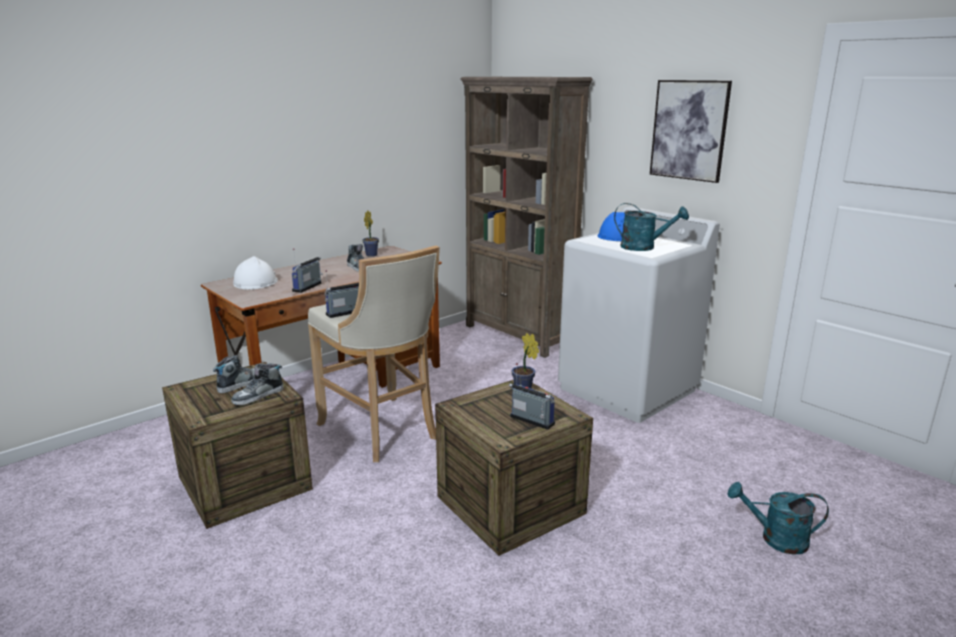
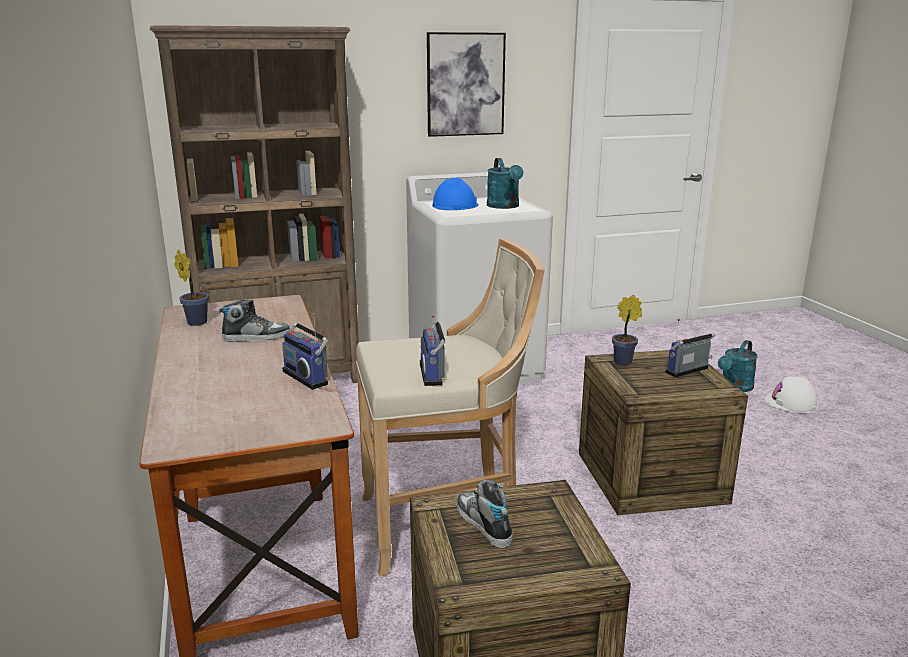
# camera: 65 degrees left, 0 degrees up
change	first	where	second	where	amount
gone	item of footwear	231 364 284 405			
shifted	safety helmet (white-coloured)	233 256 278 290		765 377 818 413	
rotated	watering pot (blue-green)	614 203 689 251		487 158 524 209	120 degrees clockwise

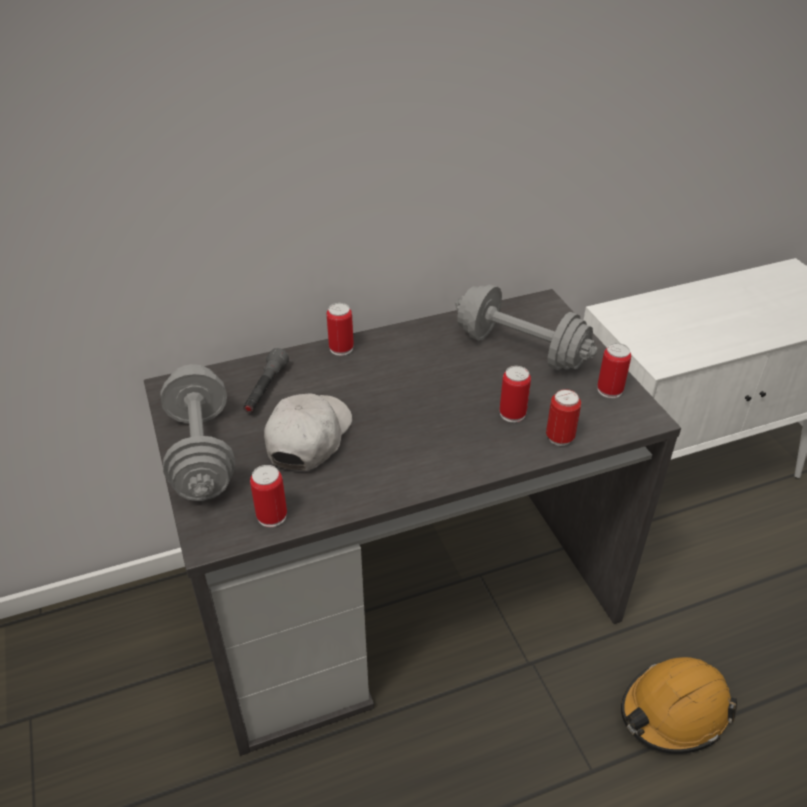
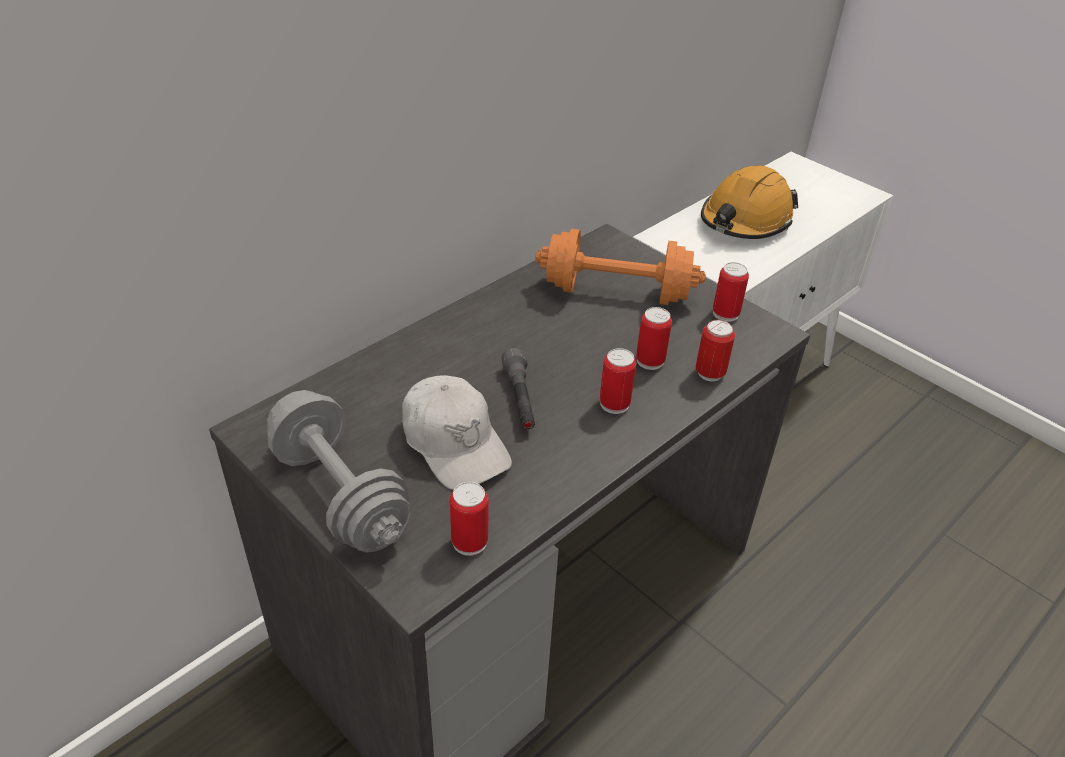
# camera: 25 degrees left, 0 degrees up
change	first	where	second	where	amount
shifted	flashlight (grey)	243 348 289 413		502 348 535 430	
rotated	baseball cap (white-coloured)	264 393 352 470		402 375 512 490	150 degrees clockwise
shifted	metal can	327 303 354 356		600 348 636 414	
repainted	dumbbell (grey)	455 285 597 370	dumbbell (orange-coloured)	535 229 706 305	
shifted	safety helmet (orange-coloured)	621 657 737 754		701 166 798 239	

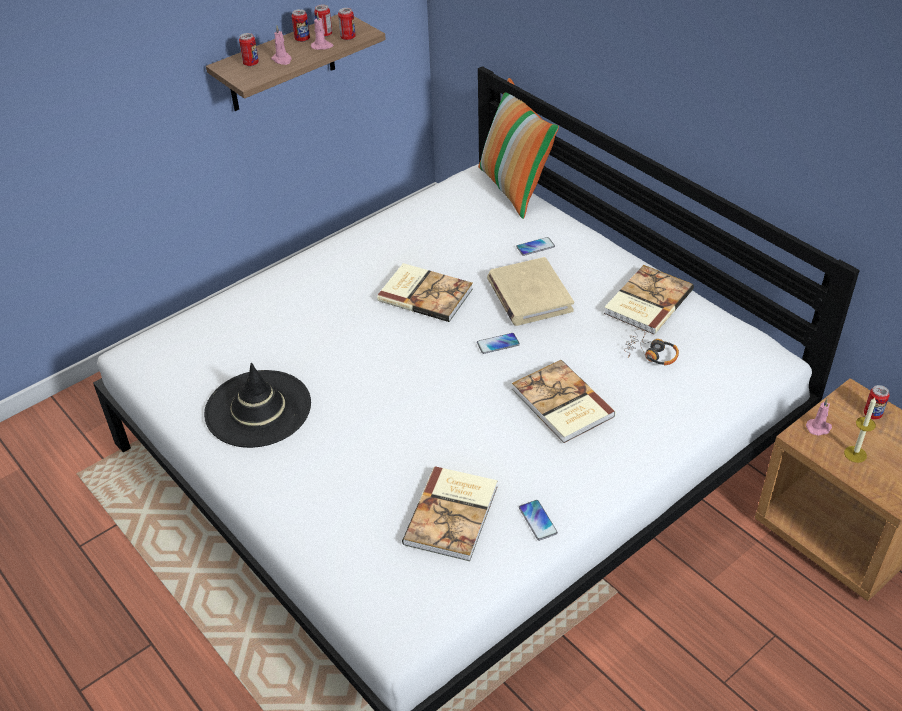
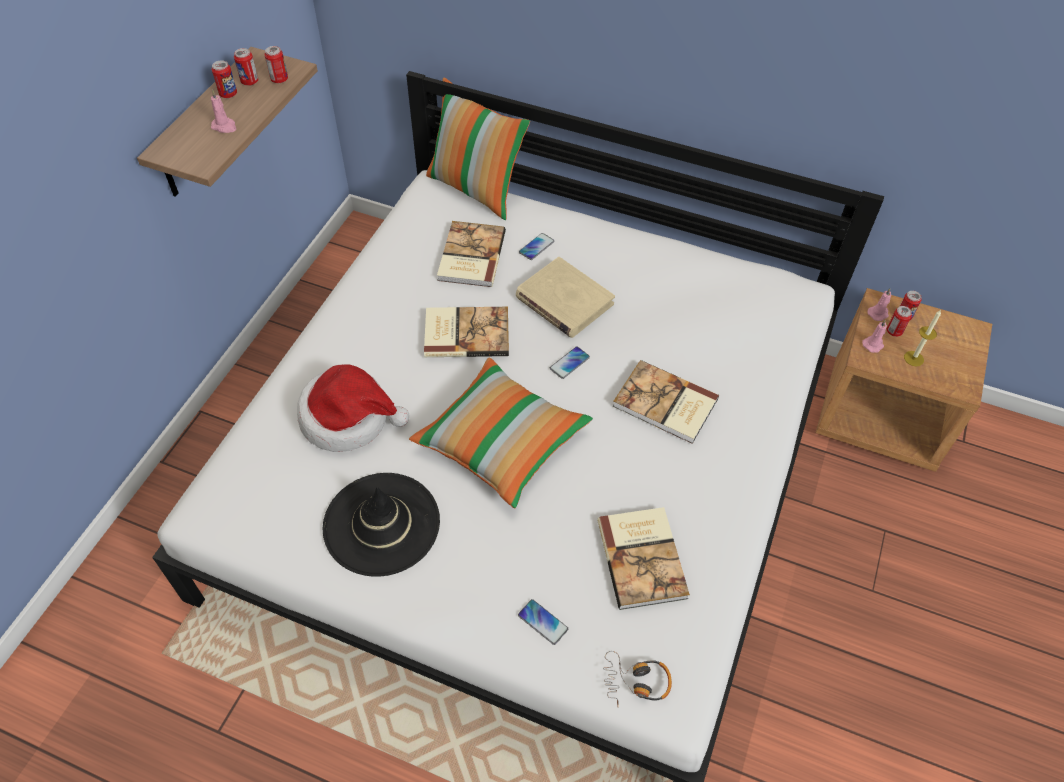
# camera: 30 degrees left, 10 degrees up
change	first	where	second	where	amount
shifted	metal can	239 33 259 66		887 306 912 337	
shifted	candle (pink)	311 12 334 50		868 289 891 321	
shifted	telephone	519 500 558 541		518 599 568 645	
shifted	volume	604 265 694 335		437 221 506 287	
shifted	headset	624 329 679 365		603 651 672 707	
new			clothing hat	297 365 409 452	
new			throw pillow	409 357 593 508	

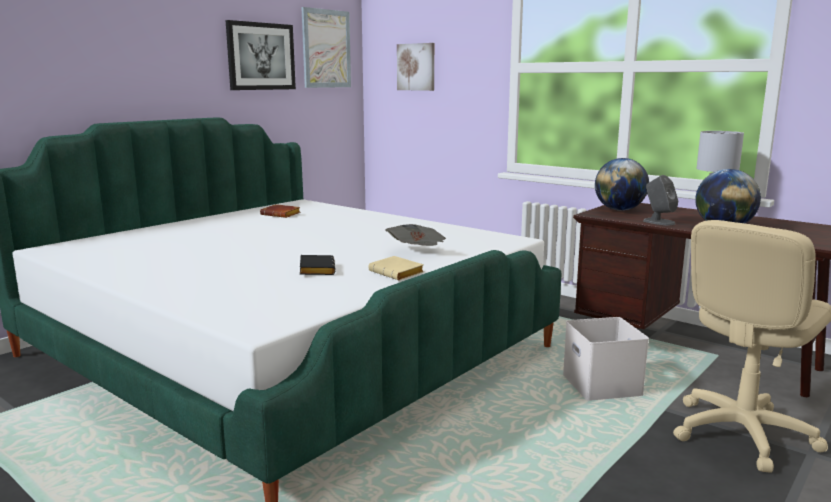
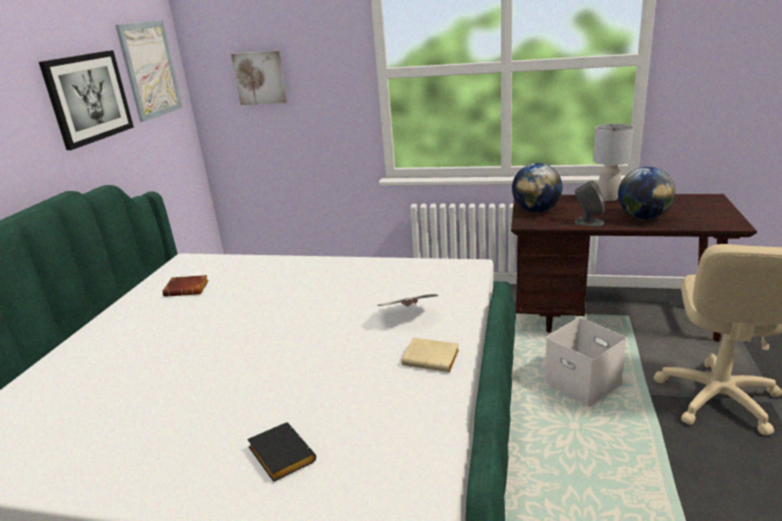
# camera: 25 degrees left, 10 degrees up
change	first	where	second	where	amount
shifted	volume (black-coloured)	300 255 335 275		247 422 316 482	

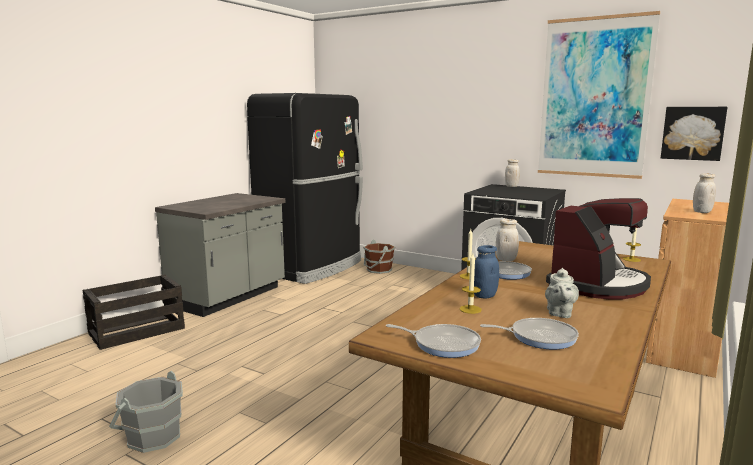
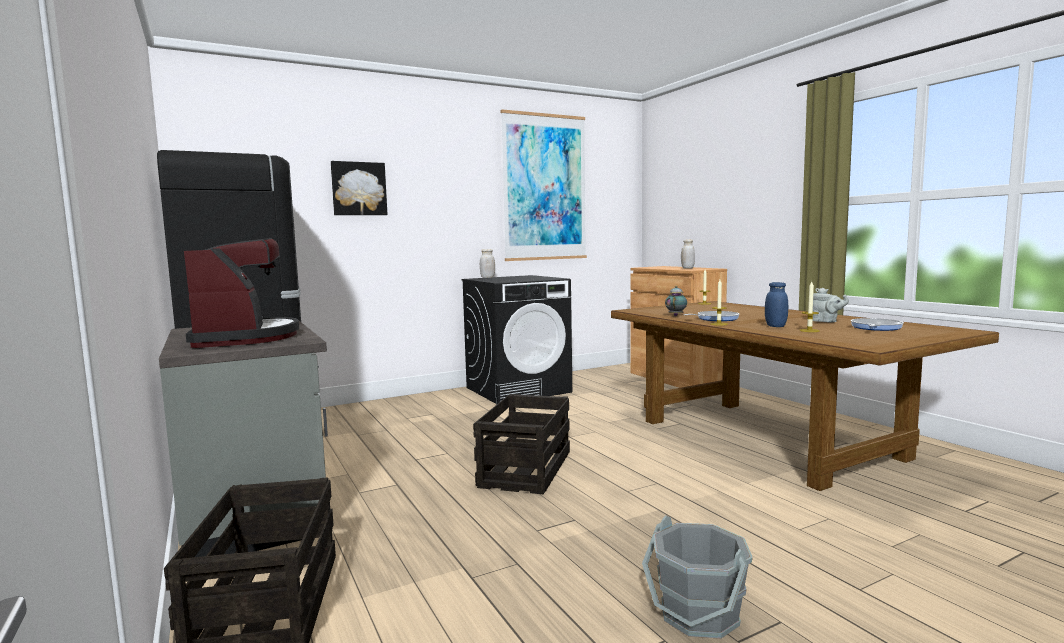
# camera: 60 degrees left, 5 degrees down
change	first	where	second	where	amount
gone	pail (brown)	364 239 395 274			
gone	skillet	386 324 481 358			
swapped	preserve jar (white-coloured)	496 219 519 261	tea pot	665 286 687 316	
shifted	coffee brewer	546 198 651 300		184 238 299 348	
shifted	wall picture	661 107 728 161		331 161 387 215	
new			packing crate	473 394 570 494	

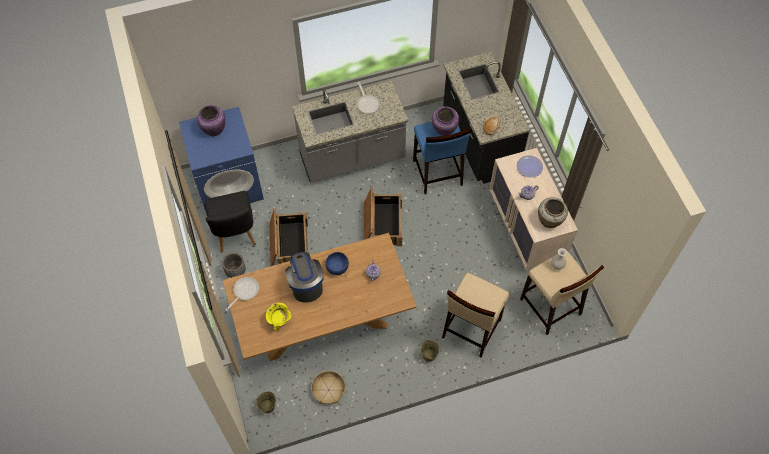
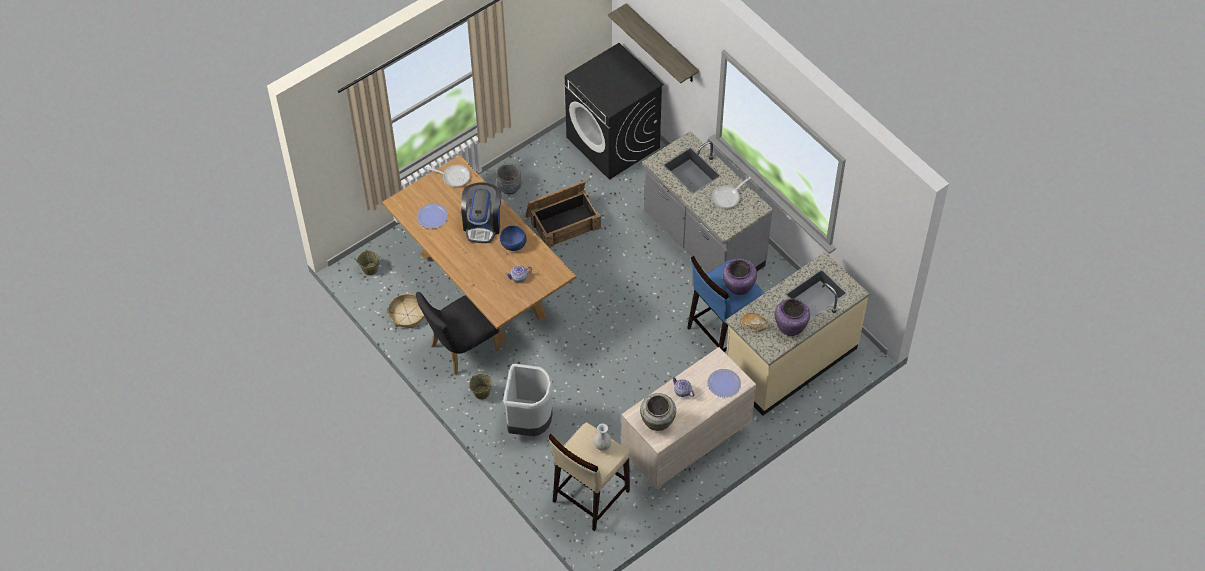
# camera: 70 degrees right, 5 degrees down
change	first	where	second	where	amount
repainted	laundry appliance (bluish)	179 107 264 214	laundry appliance (black-coloured)	565 43 664 180	
shifted	flower vase (purplish)	197 105 225 136		775 298 810 336	
shifted	plain chair (black-coloured)	205 191 256 253		416 292 500 374	
swapped	stockpot (yellow-coloured)	266 303 291 332	dinner plate	417 203 448 229	
rotated	coffee brewer	285 252 323 303		461 183 502 243	135 degrees clockwise
gone	packing crate	363 187 402 246			
swapped	stool seat (beige-coloured)	442 272 509 357	rubbish bin (grey)	503 364 553 436	
repainted	kitchen base unit (black-coloured)	443 52 530 184	kitchen base unit (beige-coloured)	725 252 869 416	
new			wall shelf	608 4 699 84	

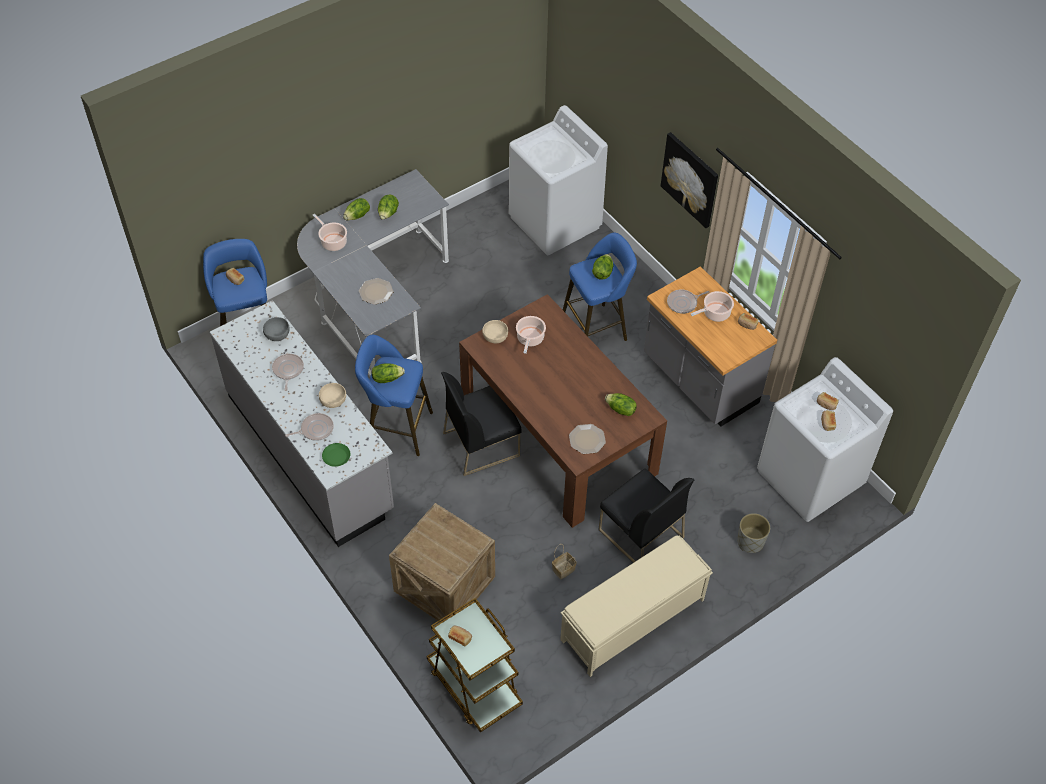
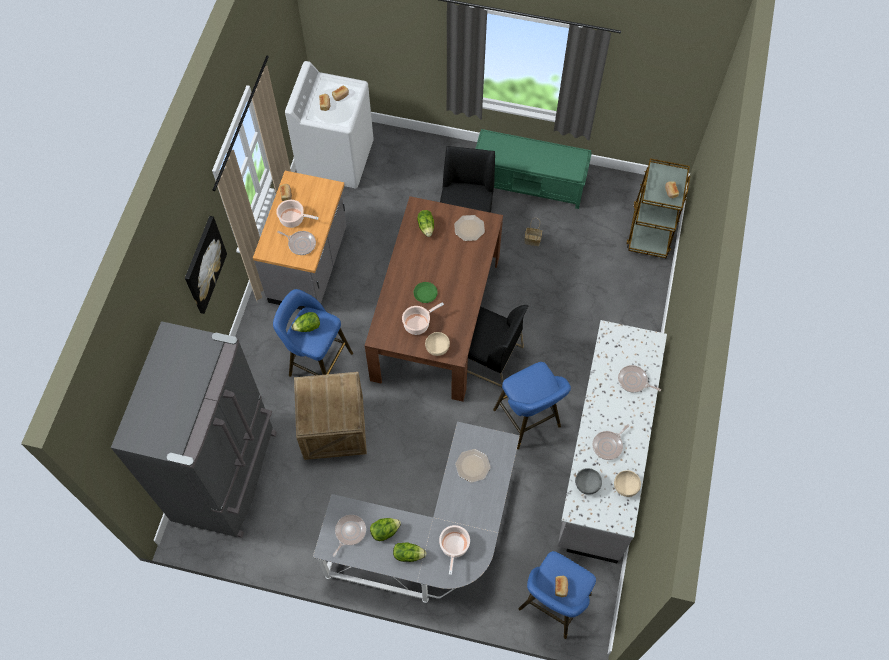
# camera: 130 degrees left, 10 degrees up
change	first	where	second	where	amount
shifted	serving bowl (beige-coloured)	319 383 346 408		614 470 641 497	
shifted	dinner plate (greenish)	322 443 350 467		414 282 438 303	
gone	lettuce head	372 363 405 383			
shifted	packing crate	389 503 495 622		294 372 367 460	
swapped	laundry appliance (white-coloured)	509 105 608 255	kitchen fridge (grey)	111 321 277 538	
repainted	indoor bench (beige-coloured)	560 535 713 677	indoor bench (greenish)	475 129 592 209	
gone	plant pot (grey)	737 513 770 553			
new			skillet	333 515 366 557	

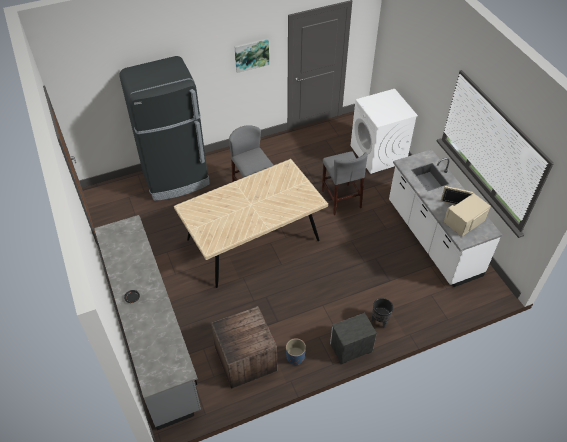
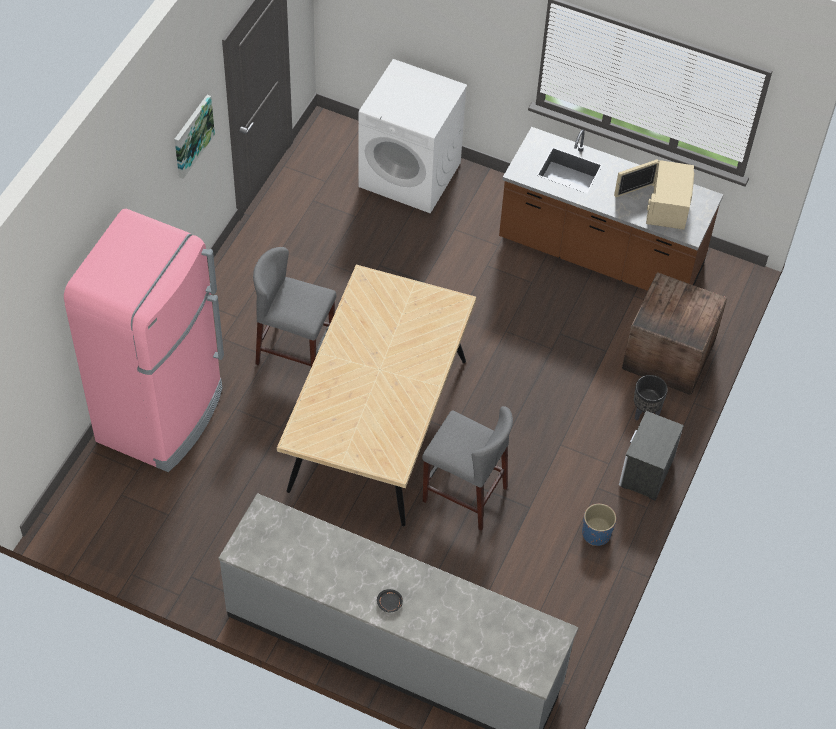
# camera: 45 degrees left, 5 degrees up
change	first	where	second	where	amount
repainted	kitchen fridge (black-coloured)	119 56 210 201	kitchen fridge (pink)	64 209 224 472	
shifted	packing crate	211 306 277 388		622 272 727 395	
shifted	stool seat (grey)	322 151 368 215		422 406 513 531	
repainted	kitchen base unit (white-coloured)	389 149 502 287	kitchen base unit (brown)	499 127 723 291	

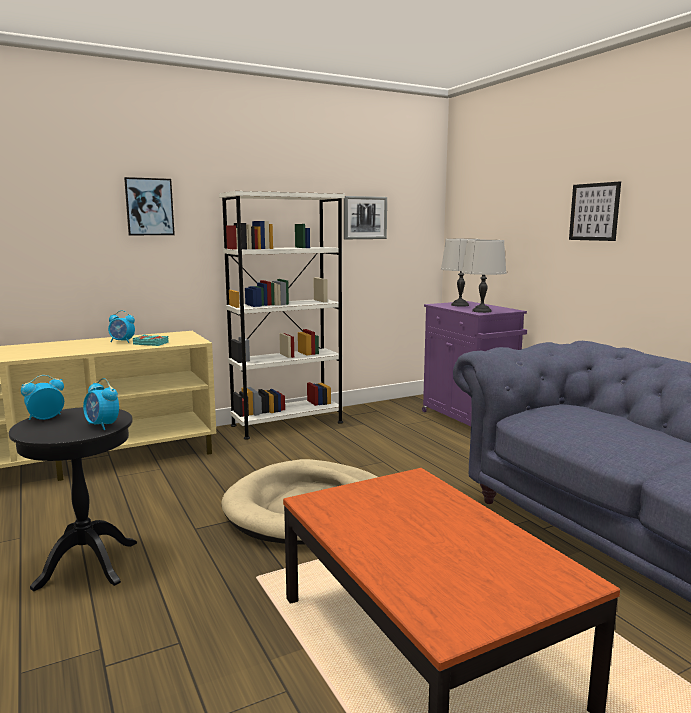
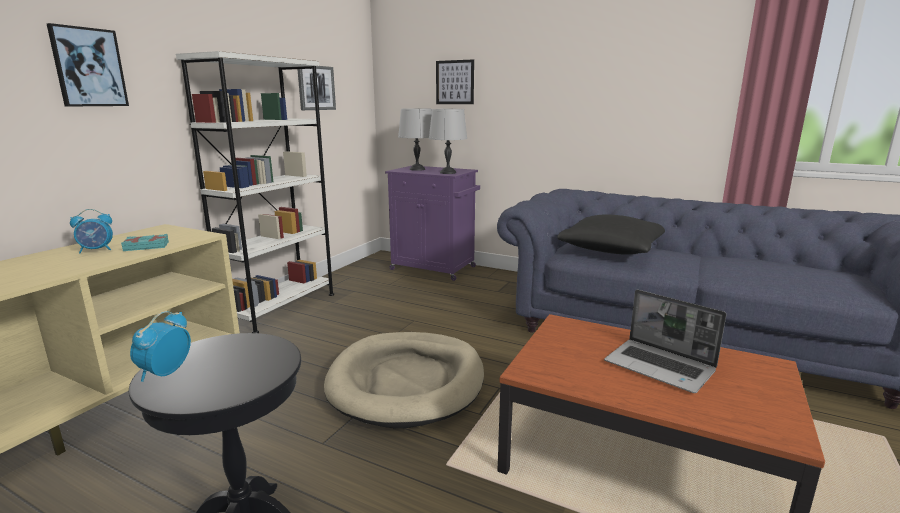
# camera: 35 degrees left, 5 degrees up
change	first	where	second	where	amount
gone	table clock	83 378 119 430			
shifted	wall picture	569 181 621 241		436 59 474 104	
new			throw pillow (black-coloured)	557 215 665 255	
new			notebook computer	604 290 726 393	

